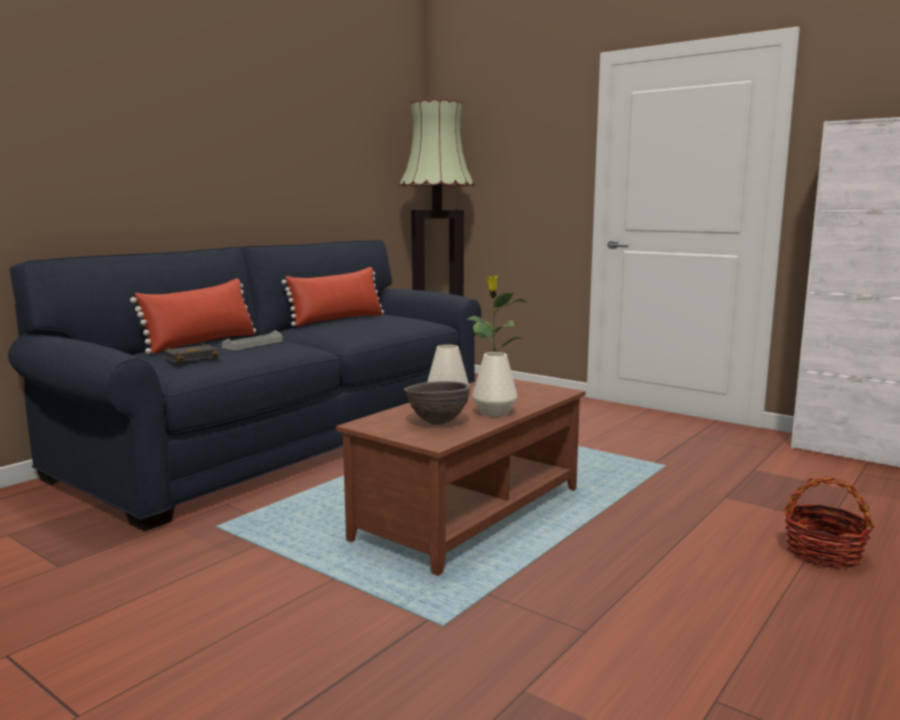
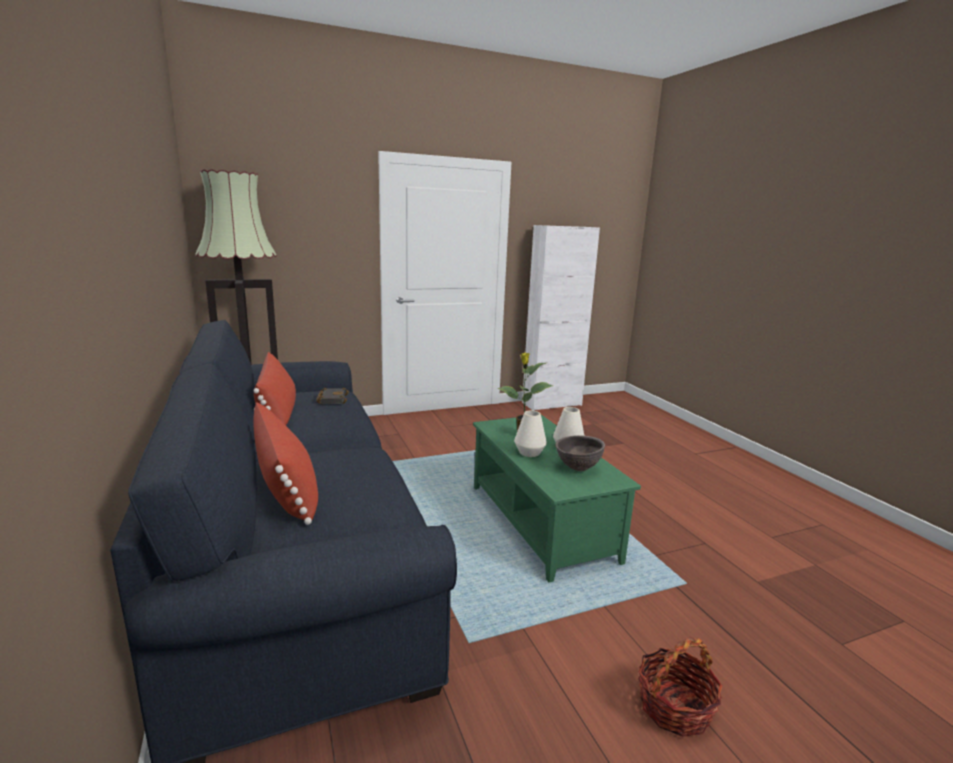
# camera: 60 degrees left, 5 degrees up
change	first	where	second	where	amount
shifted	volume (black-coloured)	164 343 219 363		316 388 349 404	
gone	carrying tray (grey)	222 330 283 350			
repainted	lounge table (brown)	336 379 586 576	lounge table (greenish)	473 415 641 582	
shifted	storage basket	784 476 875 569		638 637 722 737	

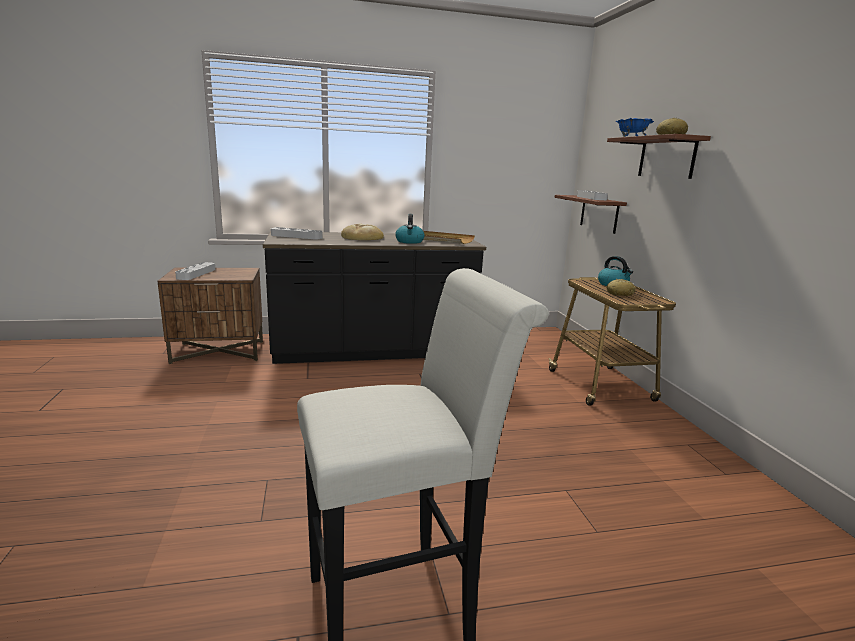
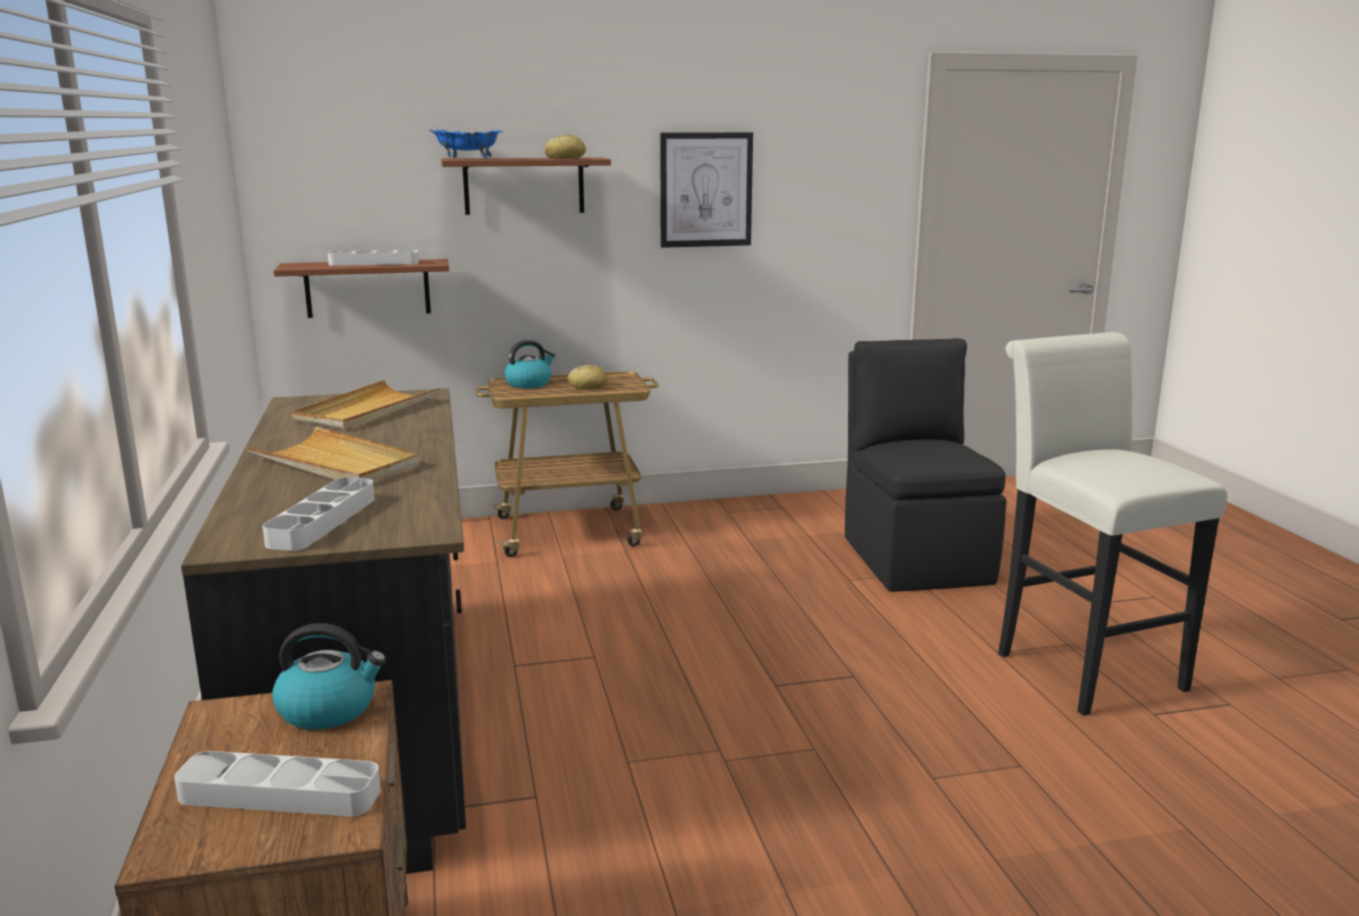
# camera: 90 degrees left, 0 degrees up
change	first	where	second	where	amount
swapped	baked bread	341 224 384 240	carrying tray (beige-coloured)	244 426 420 481	
shifted	kettle	395 214 425 244		272 623 386 730	
new			wall picture	660 132 753 248	
new			plain chair (black-coloured)	845 338 1007 592	

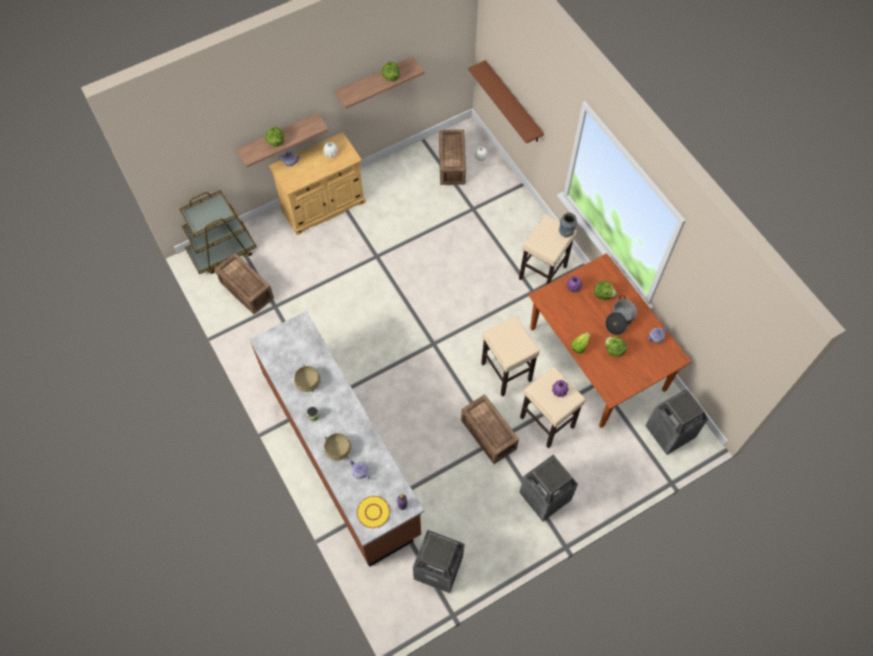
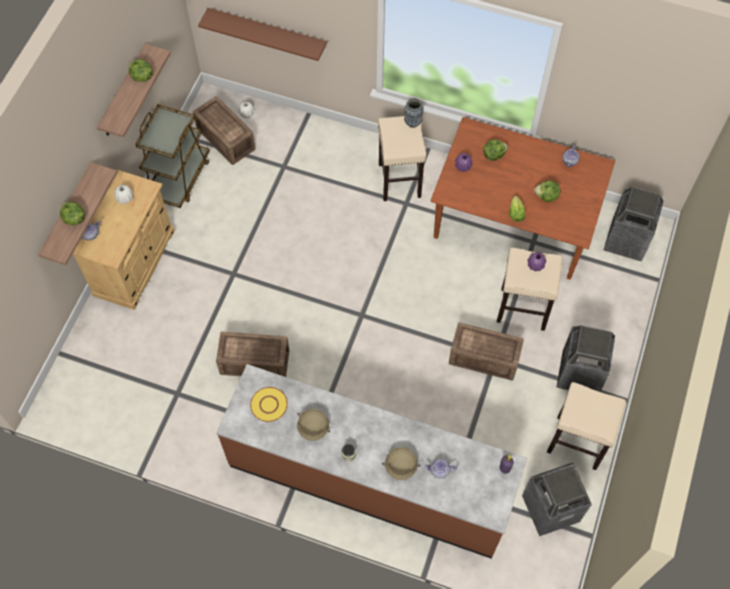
# camera: 40 degrees left, 0 degrees up
change	first	where	second	where	amount
shifted	trolley (brown)	180 190 256 274		135 104 210 208	
shifted	packing crate	215 253 274 314		216 332 289 377	
shifted	dinner plate (yellow-coloured)	357 496 390 528		250 387 288 422	
shifted	stool seat (beige-coloured)	481 316 540 397		547 382 626 470	
gone	stockpot	605 295 637 335			

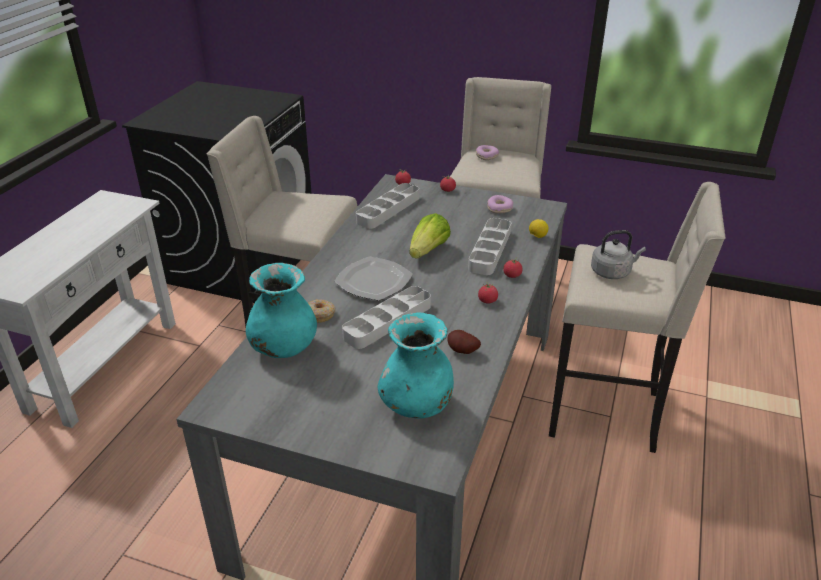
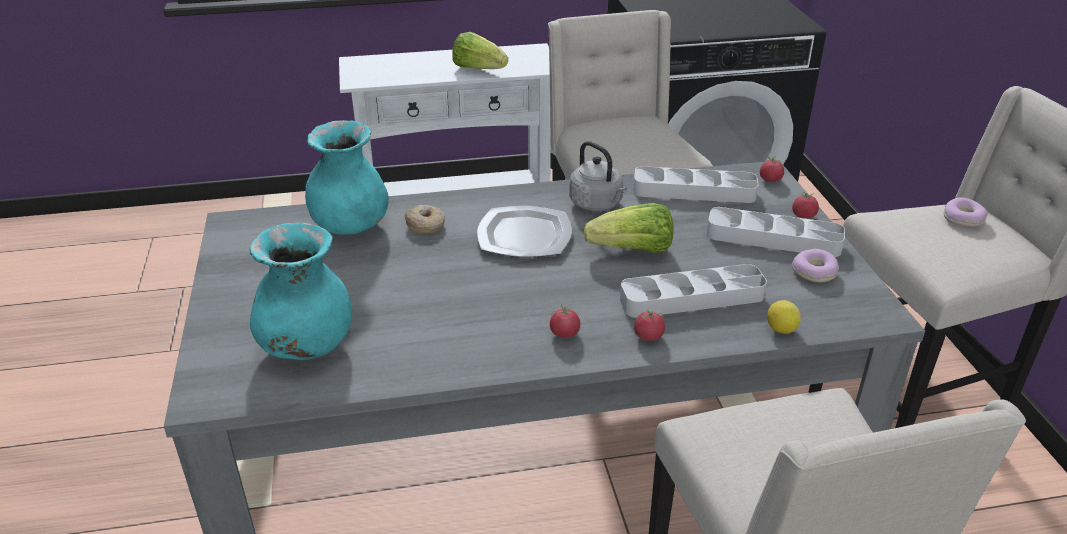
# camera: 60 degrees right, 0 degrees up
change	first	where	second	where	amount
shifted	carrying tray (grey)	342 286 431 349		706 207 845 257	
gone	spud	447 330 481 354			
shifted	kettle (grey)	591 230 646 279		569 141 627 211	
new			lettuce head	452 32 508 69	

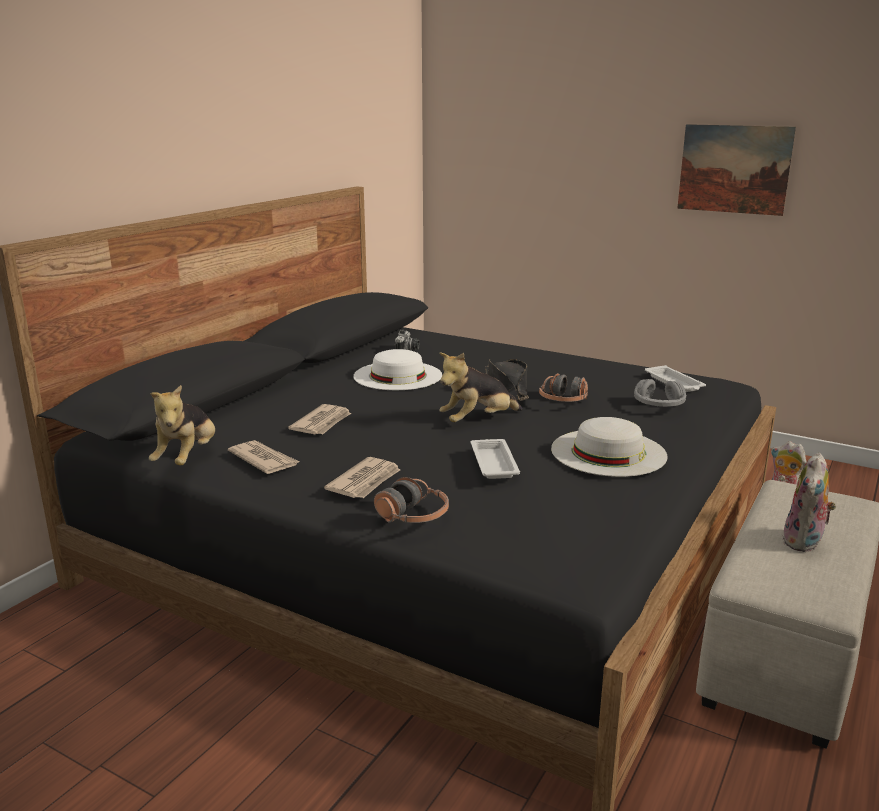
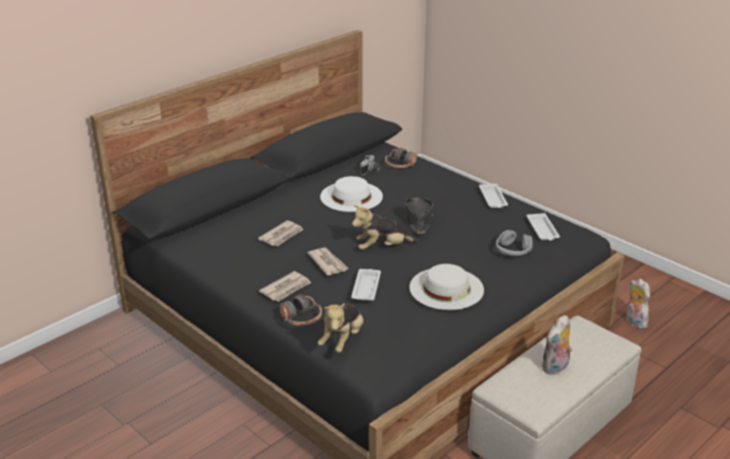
# camera: 15 degrees right, 10 degrees up
change	first	where	second	where	amount
shifted	cuddly toy	149 385 215 465		318 303 363 353	
shifted	printed paper	228 440 299 474		308 247 349 276	
shifted	headset	539 373 588 402		385 148 417 168	
gone	wall picture	677 124 796 216			
new			carrying tray (white-coloured)	479 184 508 208	

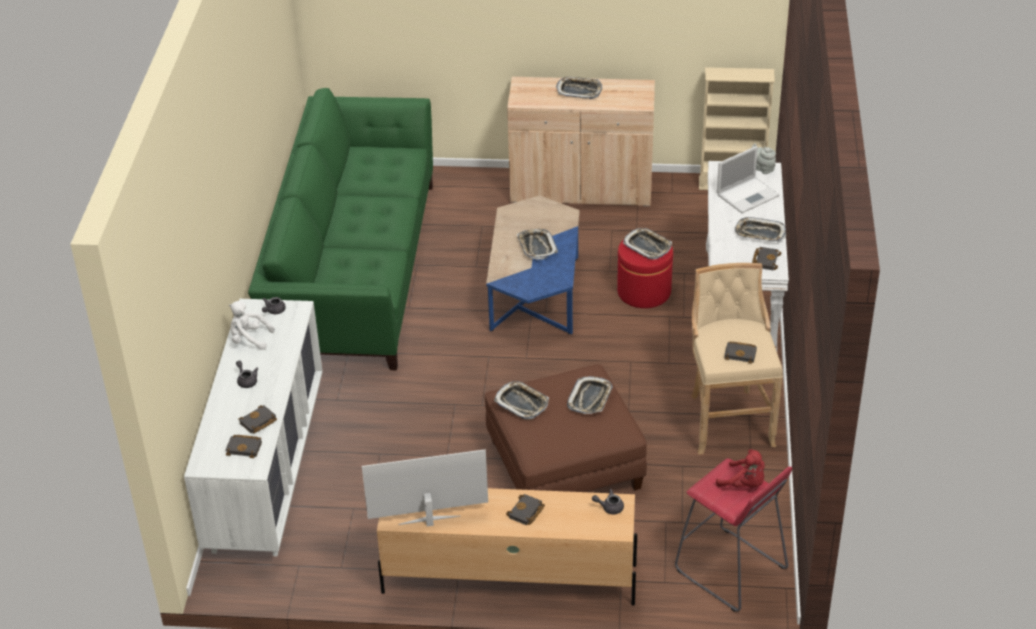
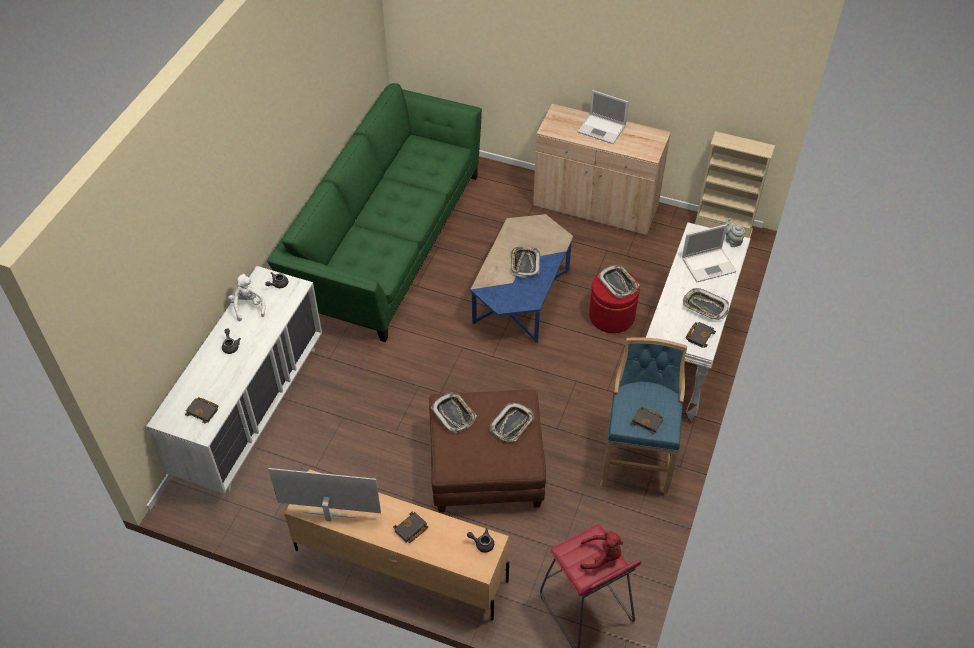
# camera: 15 degrees right, 10 degrees up
change	first	where	second	where	amount
rotated	cuddly toy (white-coloured)	229 301 275 350		228 274 265 321	45 degrees clockwise
gone	volume (black-coloured)	238 405 277 434			
swapped	carrying tray	556 77 602 99	notebook computer	577 90 629 144	
repainted	stool seat (beige-coloured)	691 263 783 455	stool seat (bluish)	600 338 687 497	
rotated	cuddly toy (reddish)	716 449 765 487		580 531 623 569	45 degrees counterclockwise

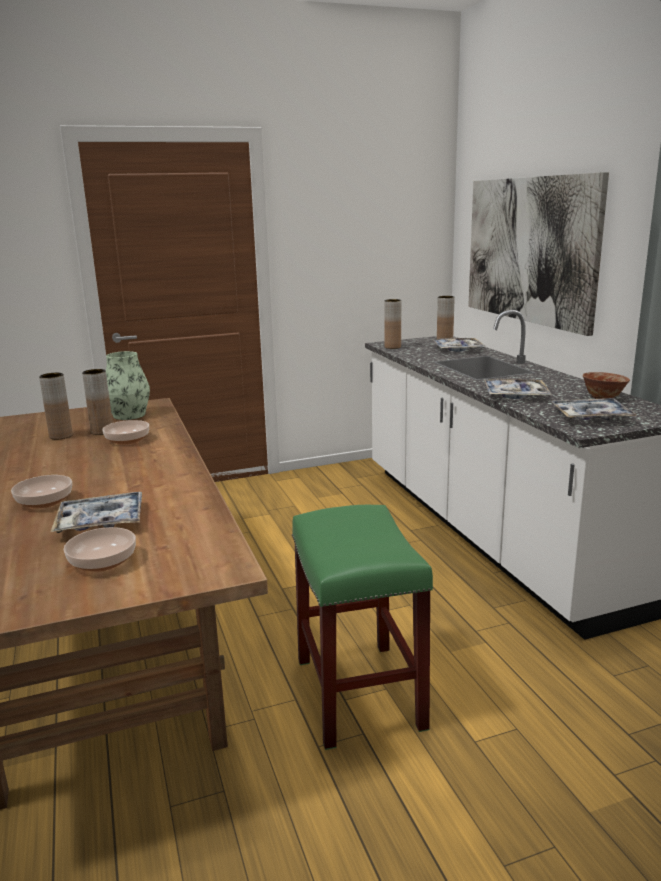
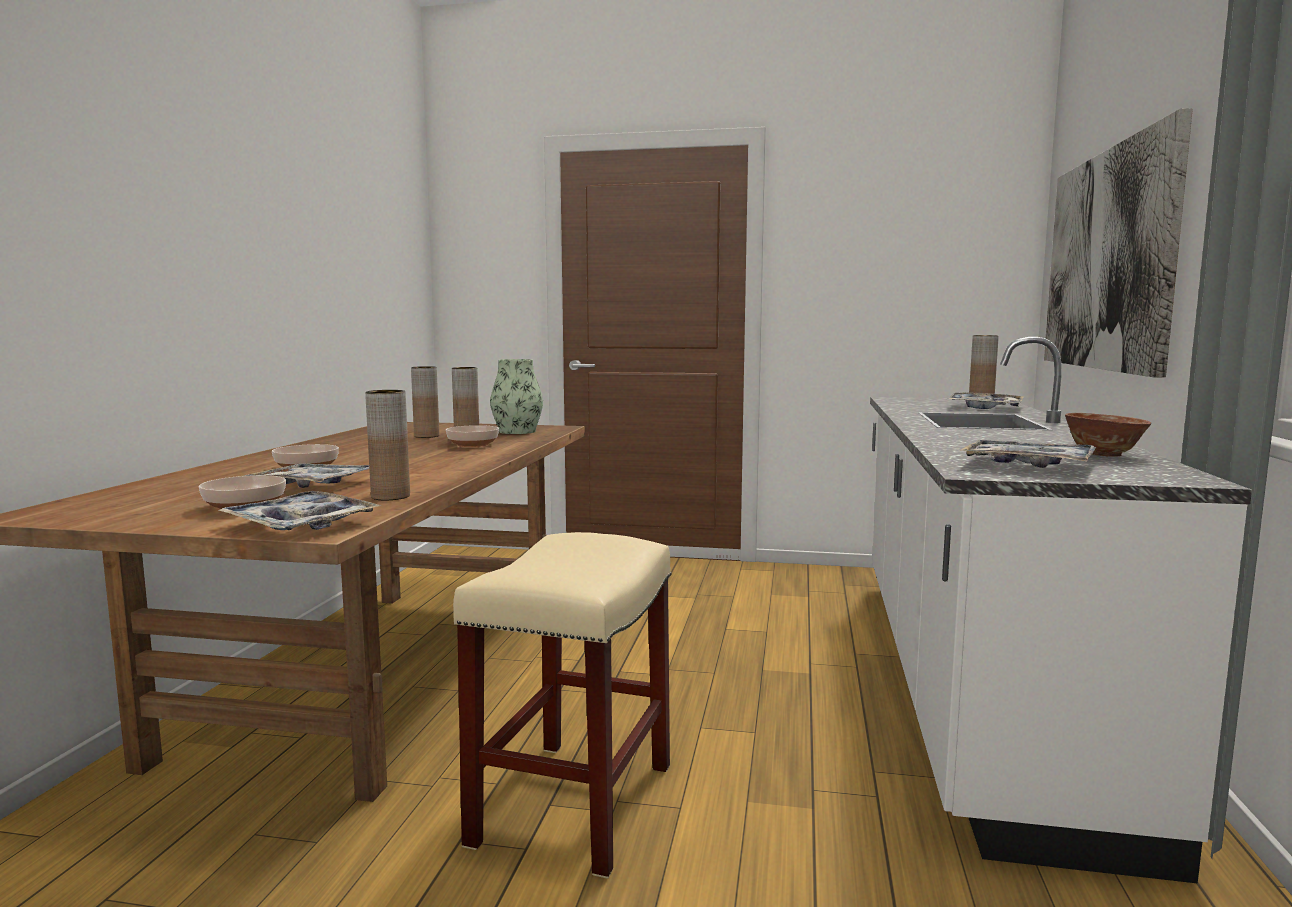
# camera: 30 degrees right, 10 degrees down
change	first	where	second	where	amount
repainted	stool seat (greenish)	292 505 433 750	stool seat (beige-coloured)	453 532 672 879	
shifted	flower vase (brown)	384 299 401 349		365 390 410 500	
shifted	carrying tray	484 379 552 399		218 491 382 530	

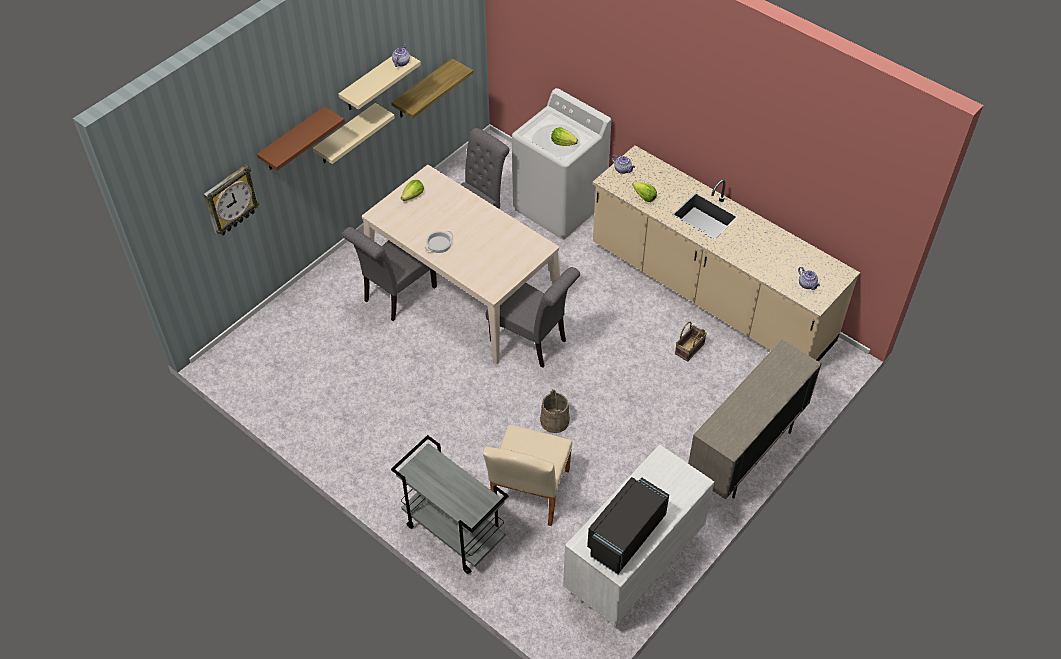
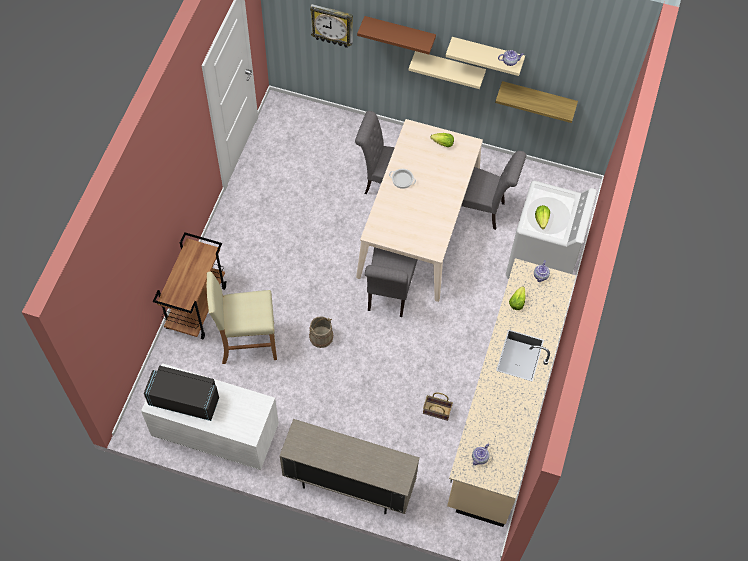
# camera: 65 degrees right, 10 degrees up
change	first	where	second	where	amount
repainted	trolley (grey)	391 435 508 574	trolley (brown)	153 232 227 339	
swapped	plain chair (beige-coloured)	483 425 573 526	stool seat (beige-coloured)	206 271 277 364	

